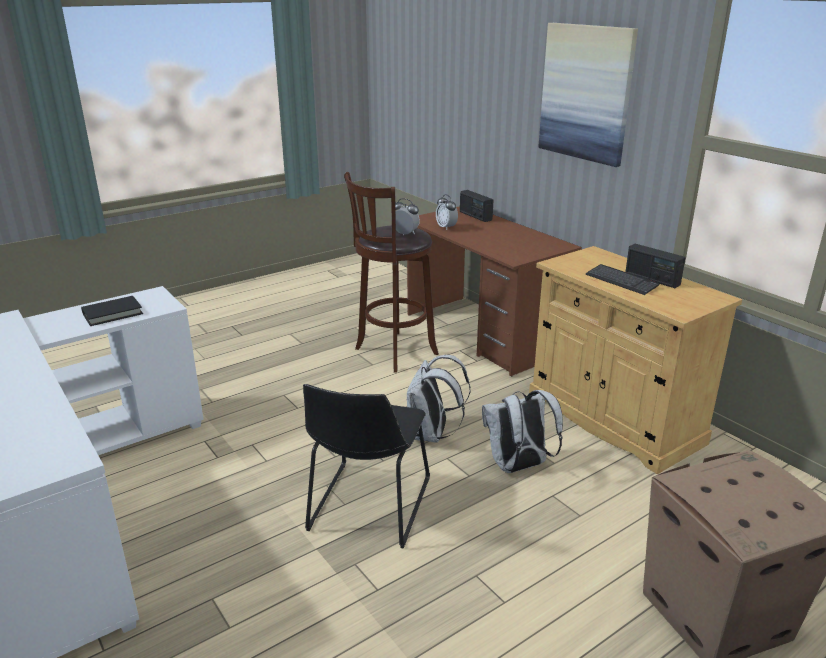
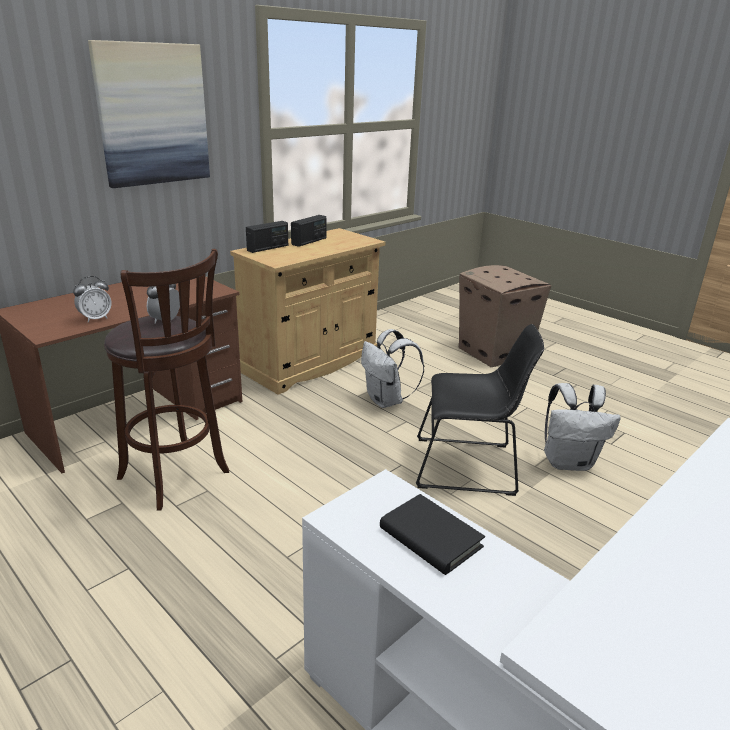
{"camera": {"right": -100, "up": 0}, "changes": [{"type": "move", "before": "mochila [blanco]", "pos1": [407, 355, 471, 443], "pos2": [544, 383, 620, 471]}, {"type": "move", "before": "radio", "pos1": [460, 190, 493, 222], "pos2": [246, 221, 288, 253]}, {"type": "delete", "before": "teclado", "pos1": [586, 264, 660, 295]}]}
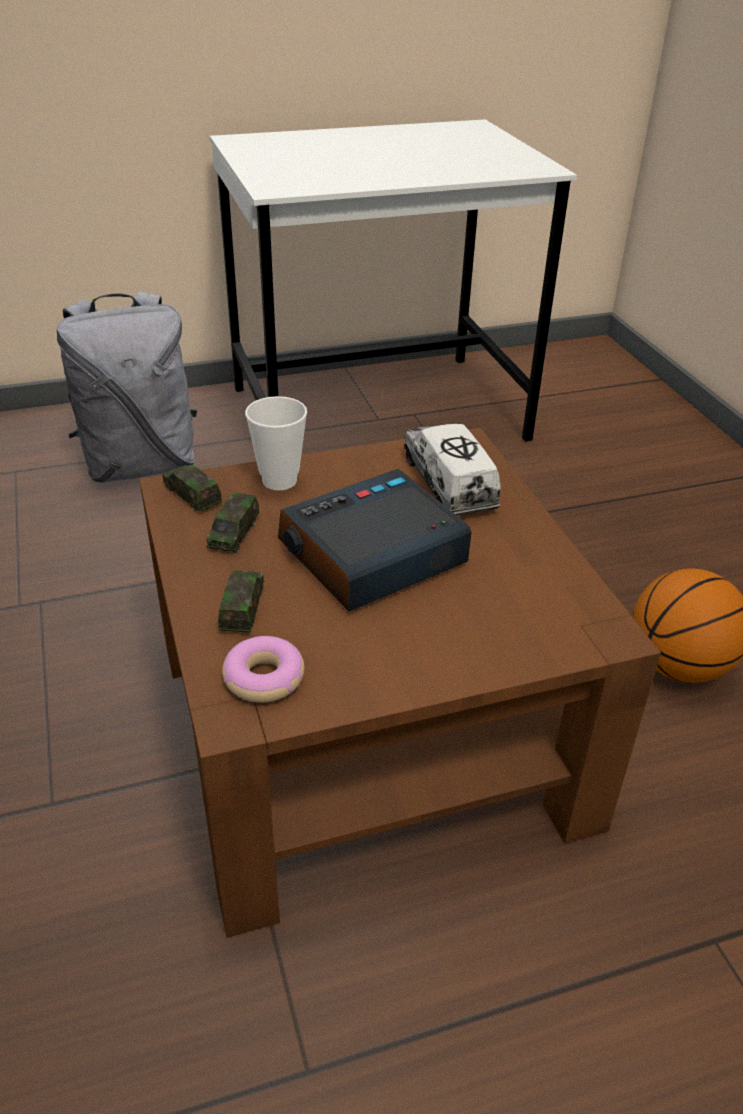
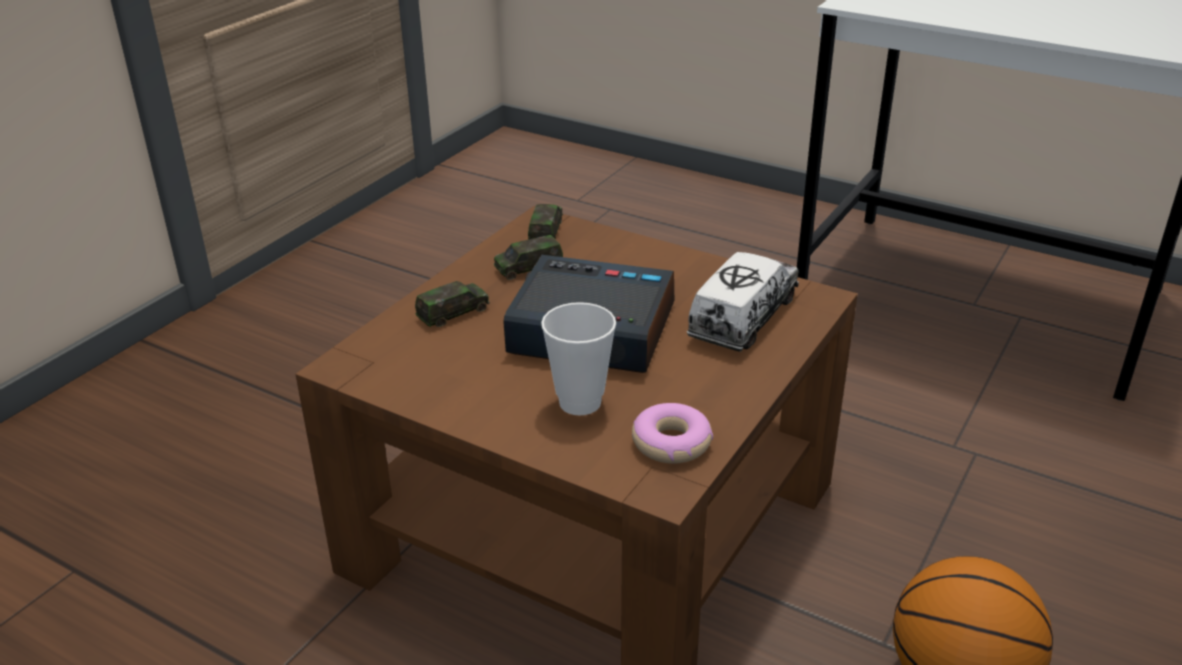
{"camera": {"right": 50, "up": -5}, "changes": [{"type": "delete", "before": "mochila [gris]", "pos1": [57, 291, 197, 483]}, {"type": "move", "before": "rosquilla", "pos1": [222, 636, 305, 703], "pos2": [632, 403, 713, 464]}, {"type": "move", "before": "taza", "pos1": [245, 396, 307, 490], "pos2": [541, 302, 616, 415]}]}
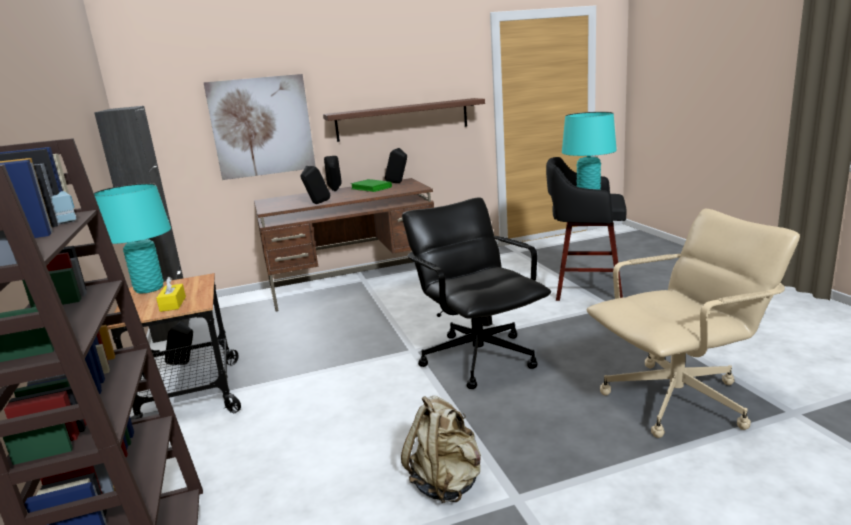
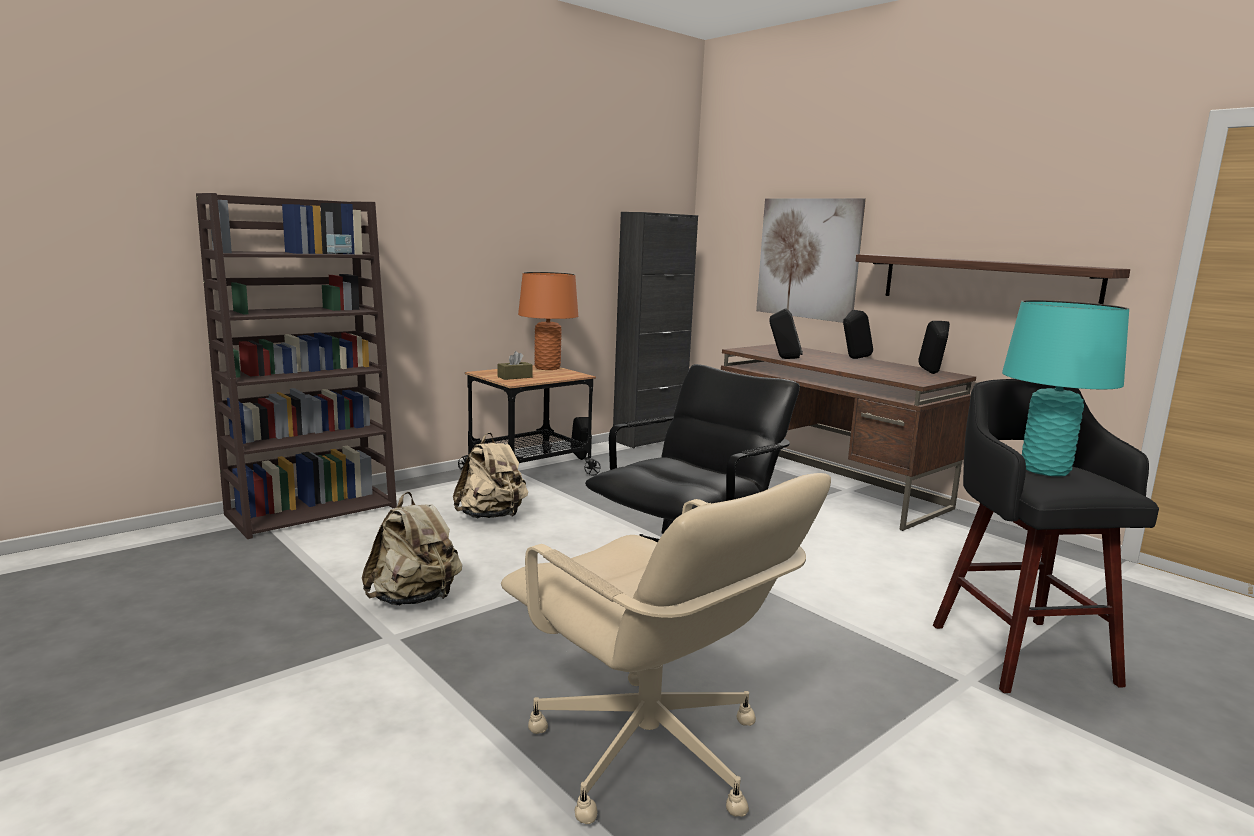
{"camera": {"right": 65, "up": -5}, "changes": [{"type": "recolor", "before": "lámpara de mesa [turquesa]", "after": "lámpara de mesa [naranja]", "pos1": [94, 183, 171, 293], "pos2": [518, 272, 578, 370]}, {"type": "recolor", "before": "caja de pañuelos [amarillo]", "after": "caja de pañuelos [marrón]", "pos1": [156, 277, 186, 312], "pos2": [498, 351, 533, 380]}, {"type": "delete", "before": "libro [verde]", "pos1": [351, 179, 392, 192]}, {"type": "insert", "after": "mochila [beis]", "pos2": [453, 433, 528, 518]}]}
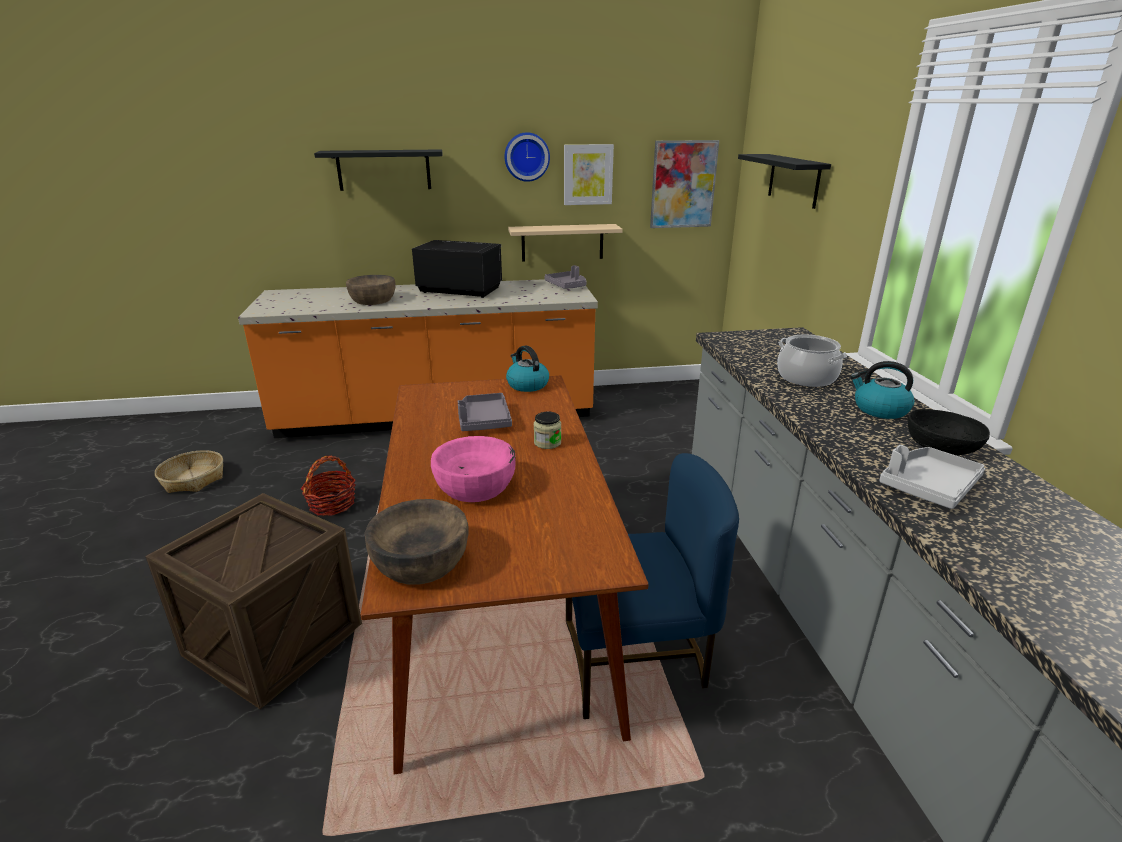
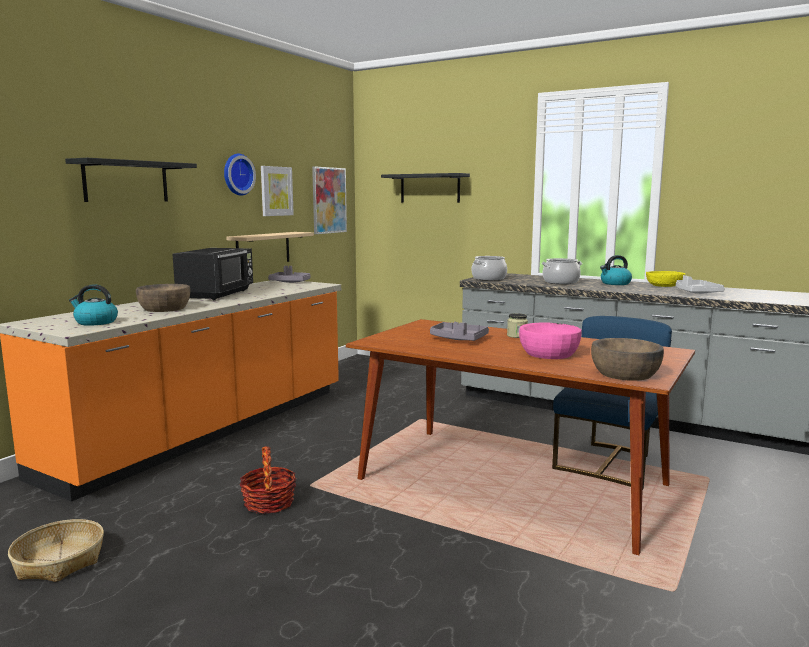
{"camera": {"right": -50, "up": -15}, "changes": [{"type": "delete", "before": "caja de embalaje", "pos1": [145, 493, 362, 709]}, {"type": "rotate", "before": "microondas [negro]", "pos1": [412, 240, 502, 298], "pos2": [173, 248, 253, 300], "turn": 135}, {"type": "move", "before": "hervidor", "pos1": [506, 346, 549, 392], "pos2": [69, 284, 118, 326]}, {"type": "recolor", "before": "cuenco [negro]", "after": "cuenco [amarillo]", "pos1": [907, 409, 990, 455], "pos2": [646, 271, 686, 287]}, {"type": "insert", "after": "olla", "pos2": [472, 256, 507, 281]}]}
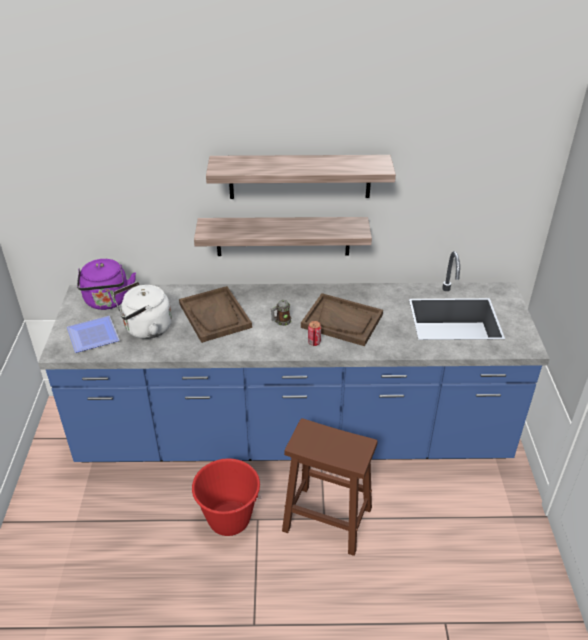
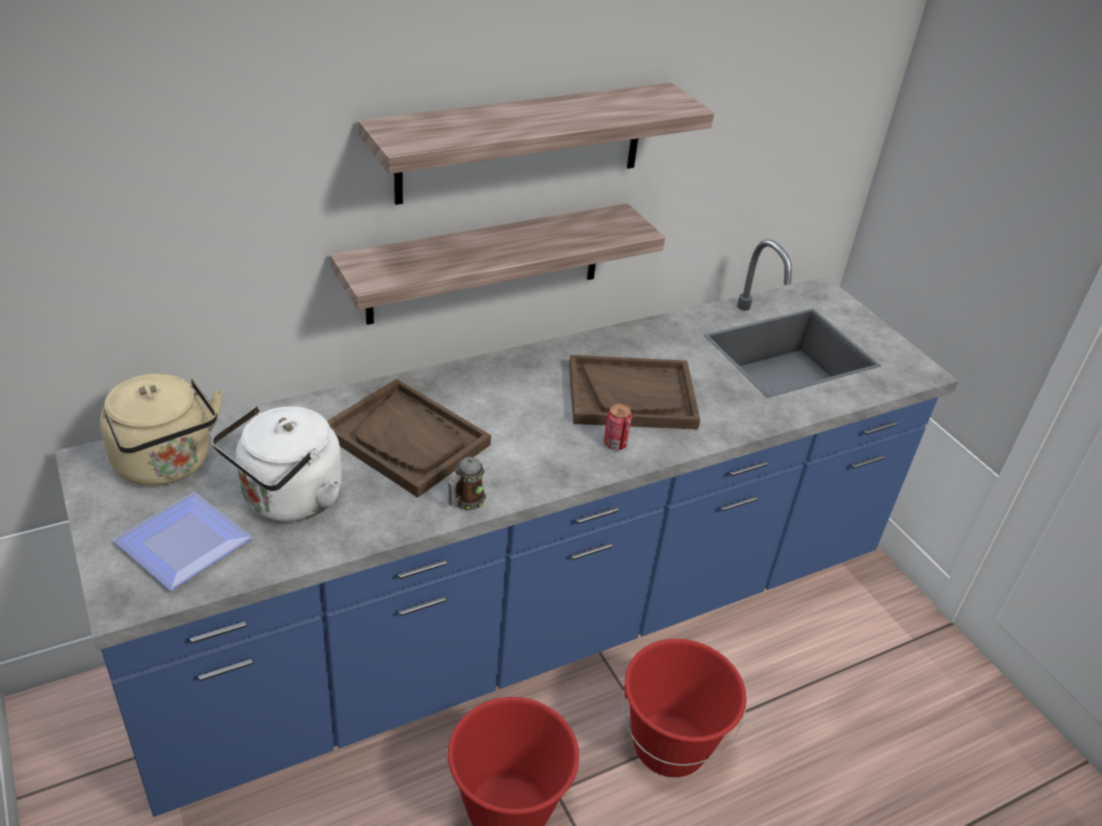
{"camera": {"right": -30, "up": 0}, "changes": [{"type": "recolor", "before": "hervidor [morado]", "after": "hervidor [beis]", "pos1": [77, 259, 136, 310], "pos2": [100, 374, 223, 486]}, {"type": "move", "before": "taza grande", "pos1": [271, 300, 292, 326], "pos2": [448, 457, 487, 510]}, {"type": "replace", "before": "taburete [marrón]", "after": "cubo [rojo]", "pos1": [282, 418, 378, 556], "pos2": [622, 639, 747, 777]}]}
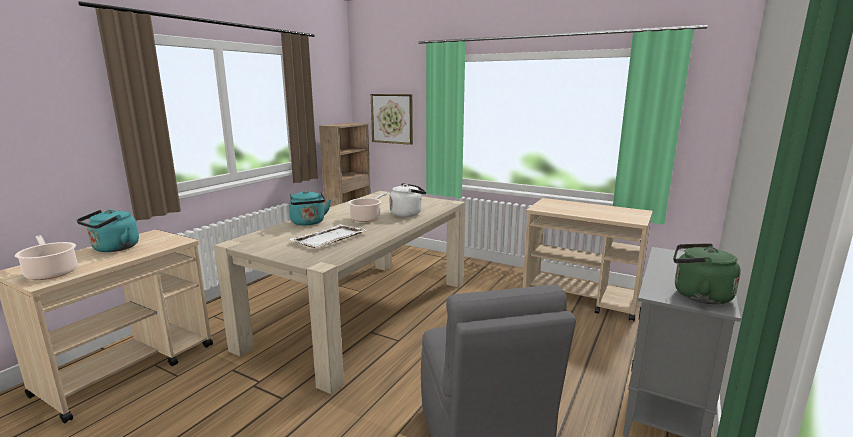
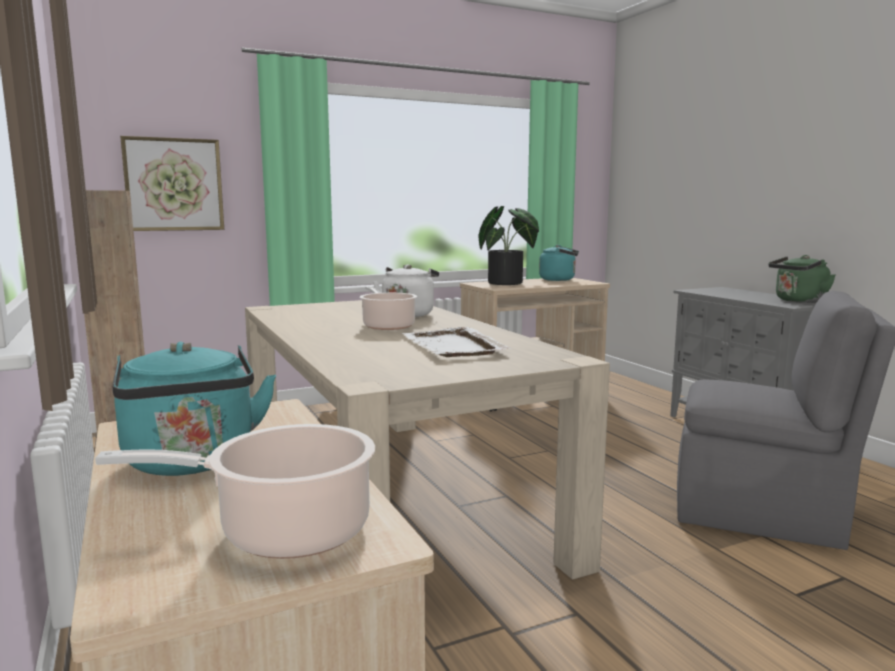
{"camera": {"right": -55, "up": -5}, "changes": [{"type": "move", "before": "hervidor [turquesa]", "pos1": [289, 190, 331, 226], "pos2": [539, 245, 579, 281]}, {"type": "insert", "after": "planta en maceta", "pos2": [478, 206, 539, 285]}]}
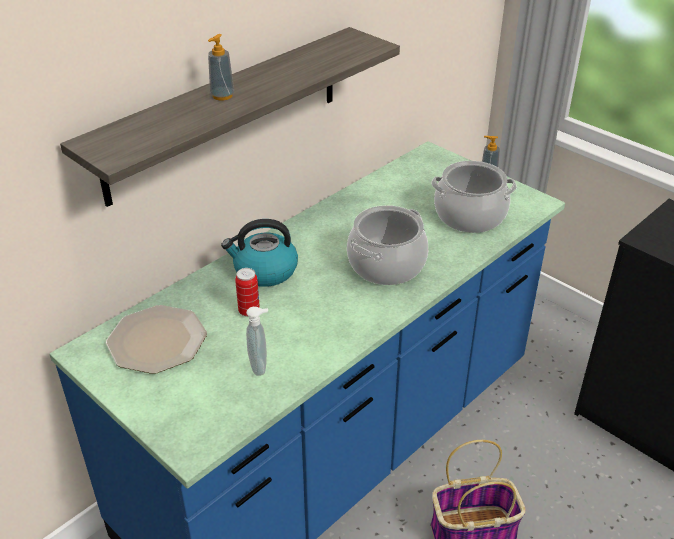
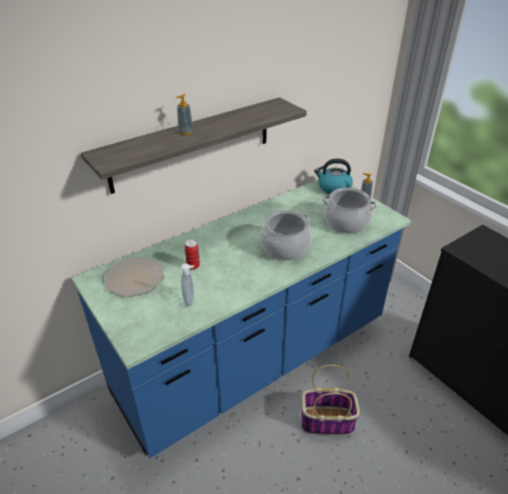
{"camera": {"right": 10, "up": 0}, "changes": [{"type": "move", "before": "hervidor", "pos1": [221, 219, 298, 287], "pos2": [314, 158, 353, 194]}]}
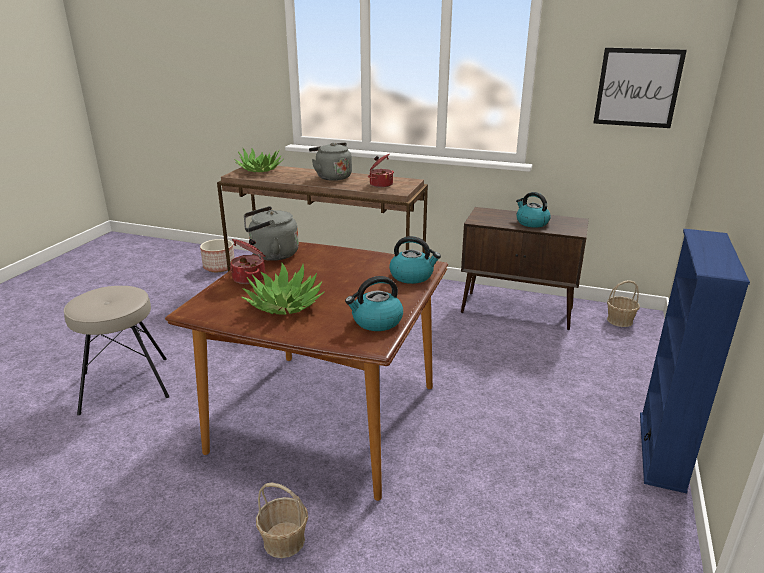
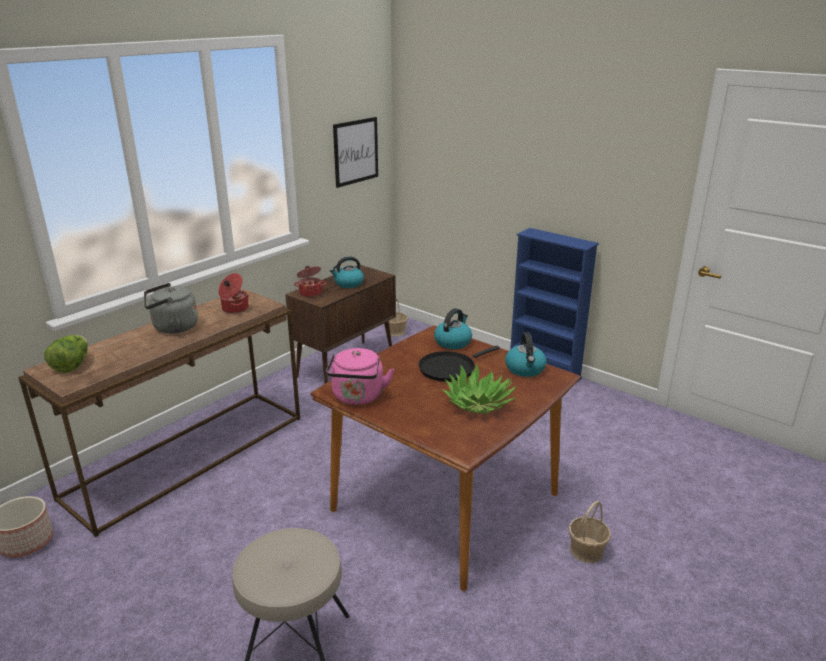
{"camera": {"right": -70, "up": 0}, "changes": [{"type": "move", "before": "olla", "pos1": [229, 239, 265, 284], "pos2": [294, 266, 326, 297]}, {"type": "replace", "before": "planta en maceta", "after": "lechuga", "pos1": [234, 147, 284, 172], "pos2": [44, 335, 88, 373]}, {"type": "recolor", "before": "hervidor [gris]", "after": "hervidor [rosa]", "pos1": [244, 206, 299, 261], "pos2": [326, 348, 394, 405]}, {"type": "insert", "after": "sartén [negro]", "pos2": [419, 346, 500, 382]}]}
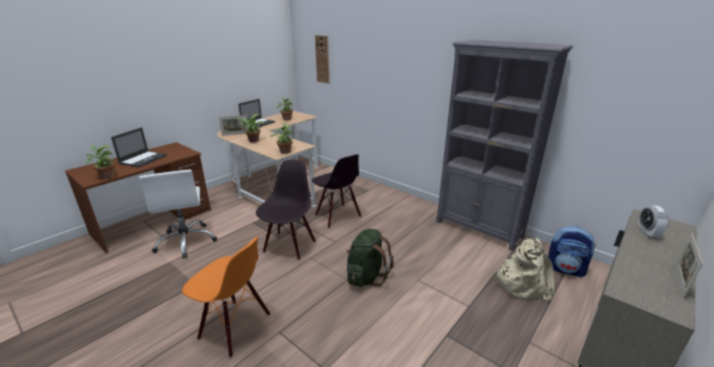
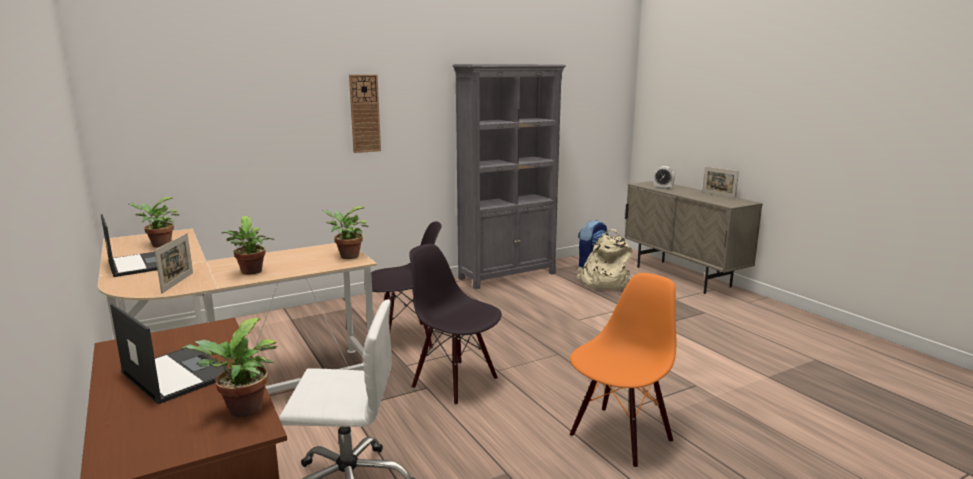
{"camera": {"right": -70, "up": -10}, "changes": [{"type": "move", "before": "reloj de pared", "pos1": [315, 35, 329, 84], "pos2": [349, 74, 381, 153]}, {"type": "delete", "before": "mochila [verde]", "pos1": [346, 229, 394, 287]}]}
